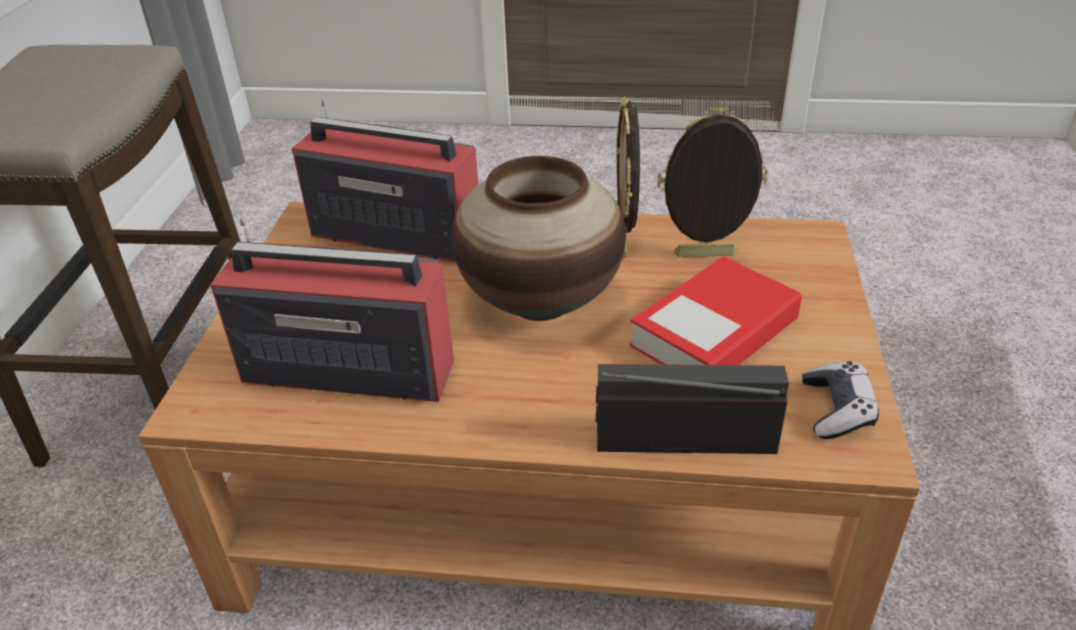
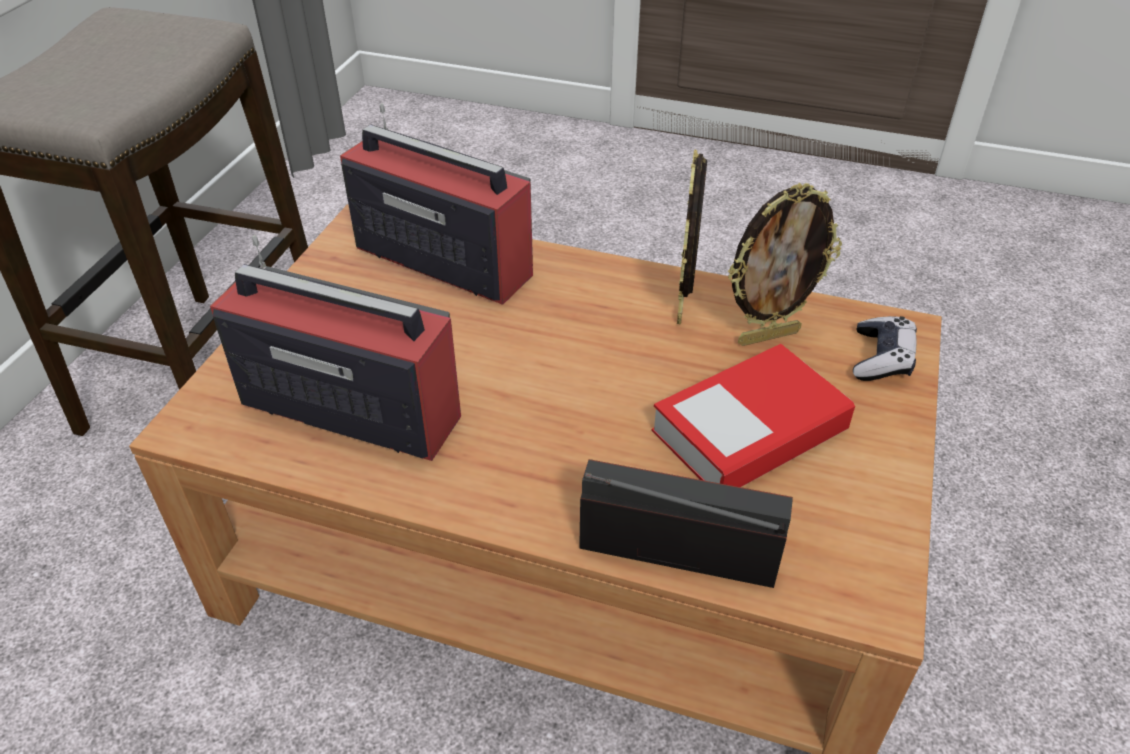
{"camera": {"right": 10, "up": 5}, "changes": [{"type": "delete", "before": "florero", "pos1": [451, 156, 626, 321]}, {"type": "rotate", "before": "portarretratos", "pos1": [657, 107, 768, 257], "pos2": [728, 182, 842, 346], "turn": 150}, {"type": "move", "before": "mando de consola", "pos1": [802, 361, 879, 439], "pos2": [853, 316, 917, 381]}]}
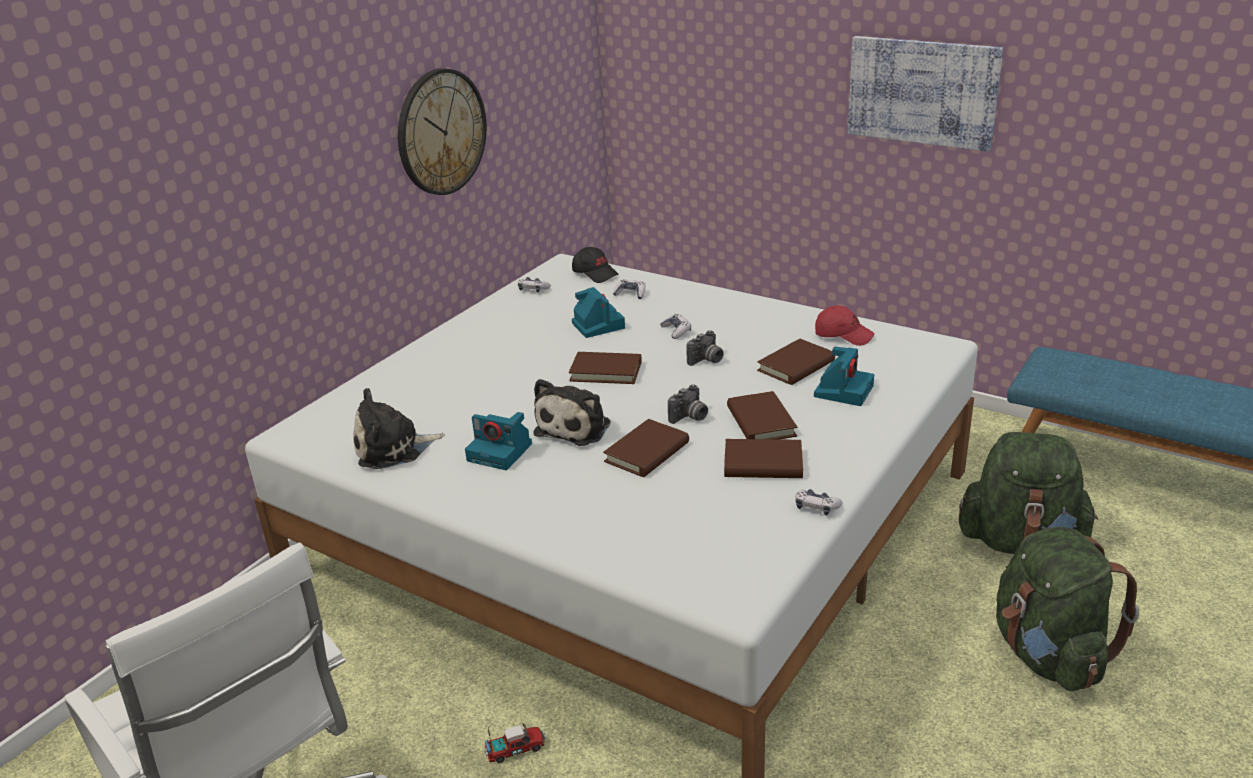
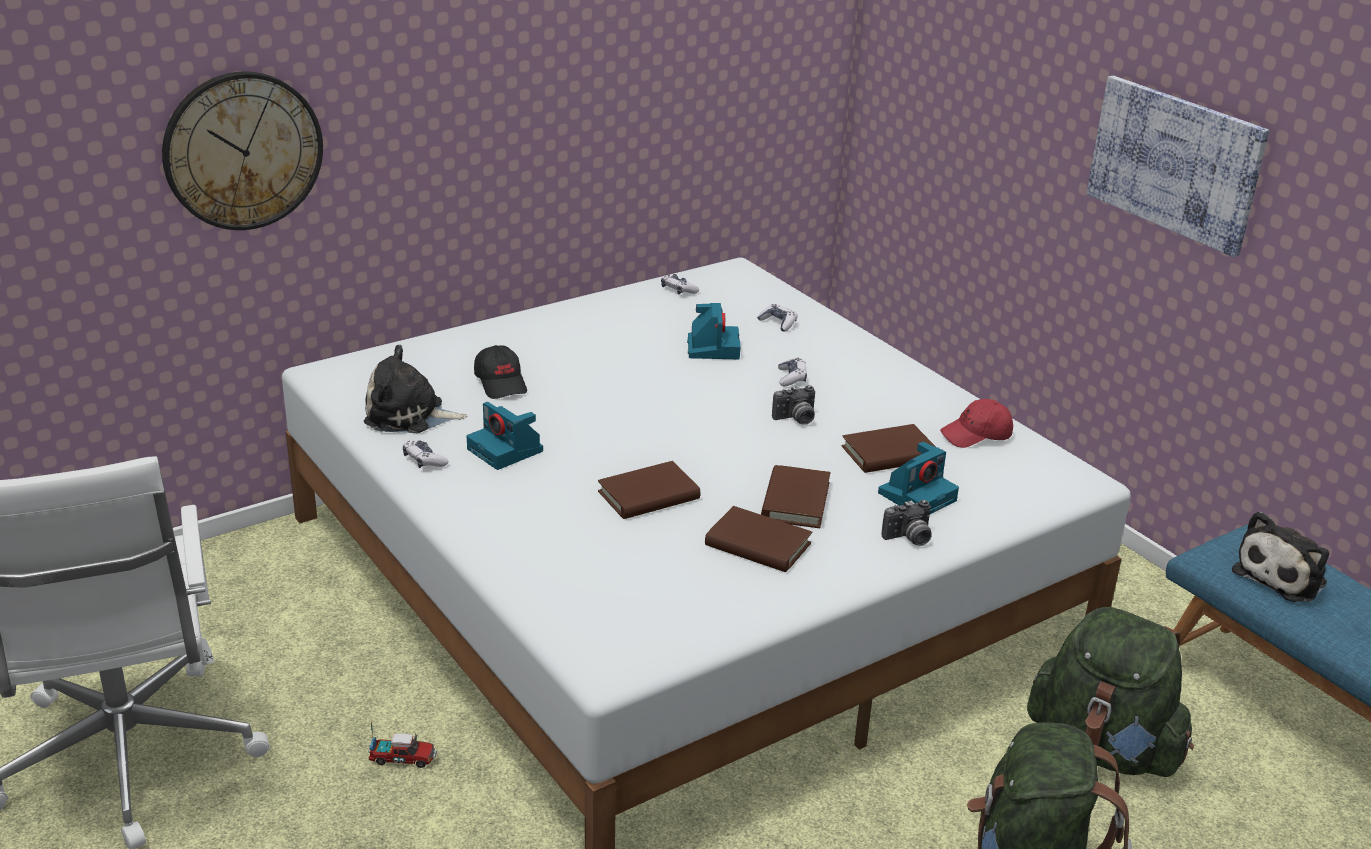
{"camera": {"right": 20, "up": 0}, "changes": [{"type": "move", "before": "reloj de pared", "pos1": [398, 68, 487, 195], "pos2": [162, 71, 323, 230]}, {"type": "move", "before": "peluche", "pos1": [534, 379, 610, 446], "pos2": [1232, 511, 1329, 602]}, {"type": "delete", "before": "libro [marrón]", "pos1": [569, 352, 642, 384]}, {"type": "move", "before": "gorra [negro]", "pos1": [572, 247, 619, 283], "pos2": [474, 345, 527, 399]}, {"type": "move", "before": "cámara", "pos1": [668, 384, 708, 424], "pos2": [881, 500, 932, 546]}, {"type": "move", "before": "mando de consola", "pos1": [795, 489, 843, 515], "pos2": [403, 440, 449, 468]}, {"type": "rotate", "before": "gorra [rojo]", "pos1": [815, 306, 874, 346], "pos2": [940, 399, 1013, 448], "turn": 120}]}
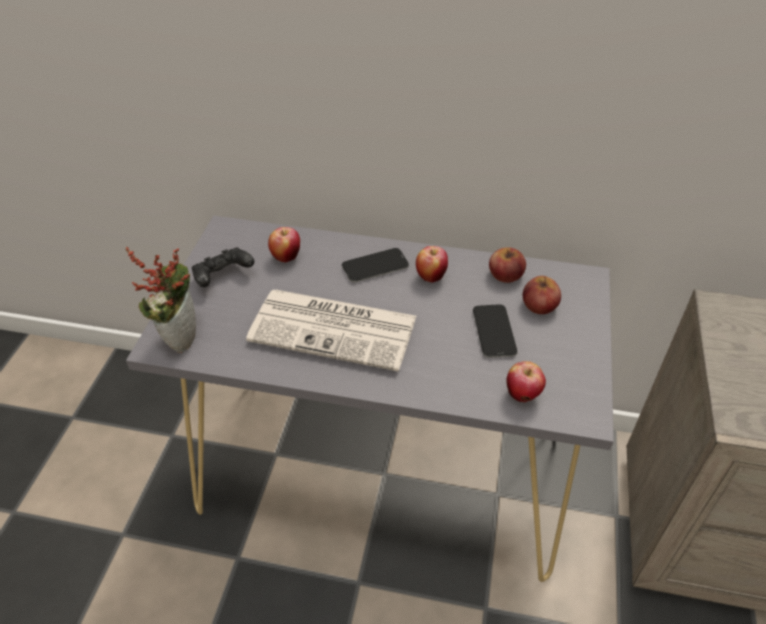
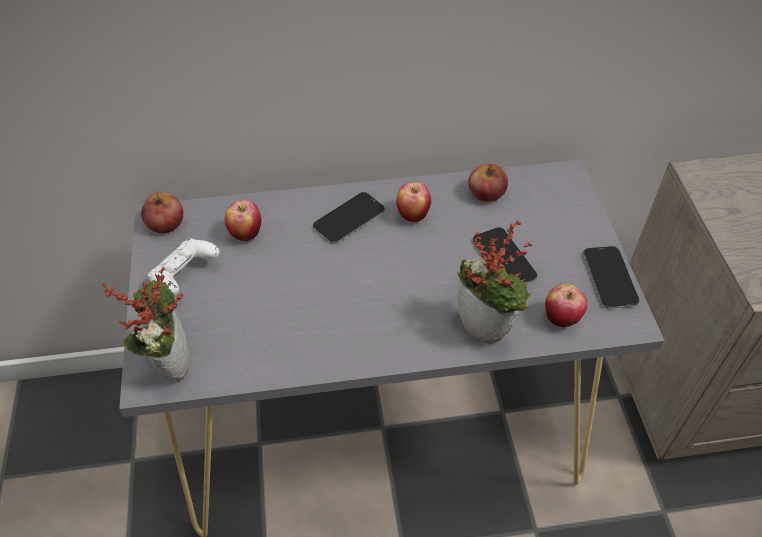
{"camera": {"right": -20, "up": 5}, "changes": [{"type": "recolor", "before": "mando de consola [negro]", "after": "mando de consola [blanco]", "pos1": [192, 247, 254, 287], "pos2": [148, 238, 220, 296]}, {"type": "delete", "before": "periódico", "pos1": [246, 290, 417, 371]}, {"type": "move", "before": "manzana", "pos1": [523, 276, 561, 314], "pos2": [141, 192, 183, 233]}, {"type": "insert", "after": "planta en maceta", "pos2": [457, 220, 532, 344]}, {"type": "insert", "after": "móvil", "pos2": [583, 246, 639, 309]}]}
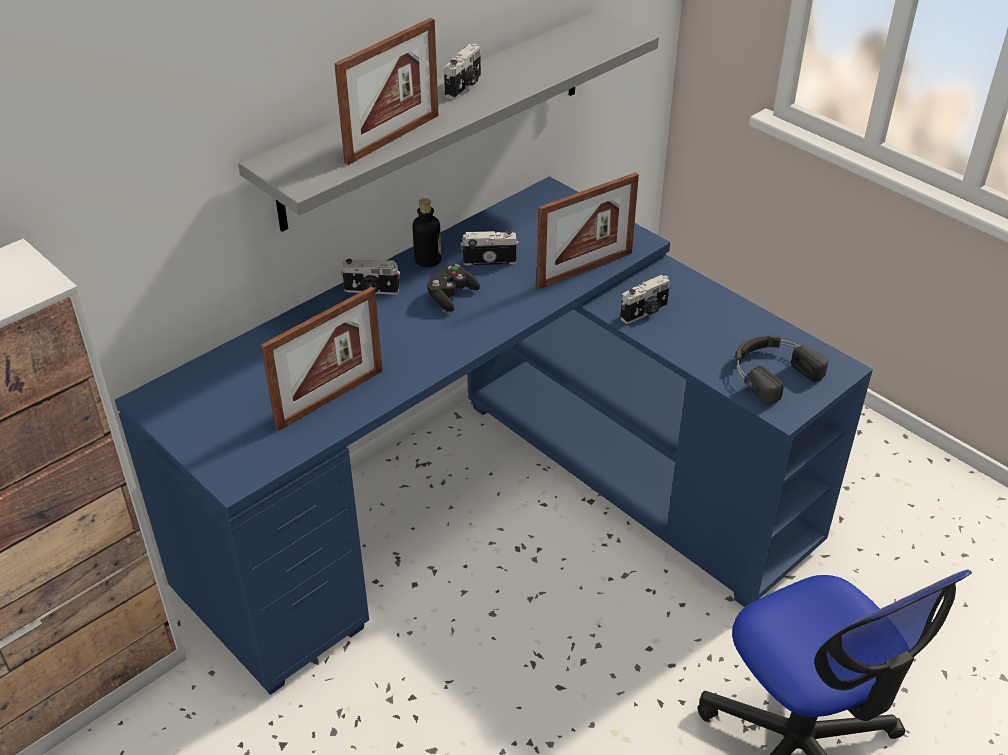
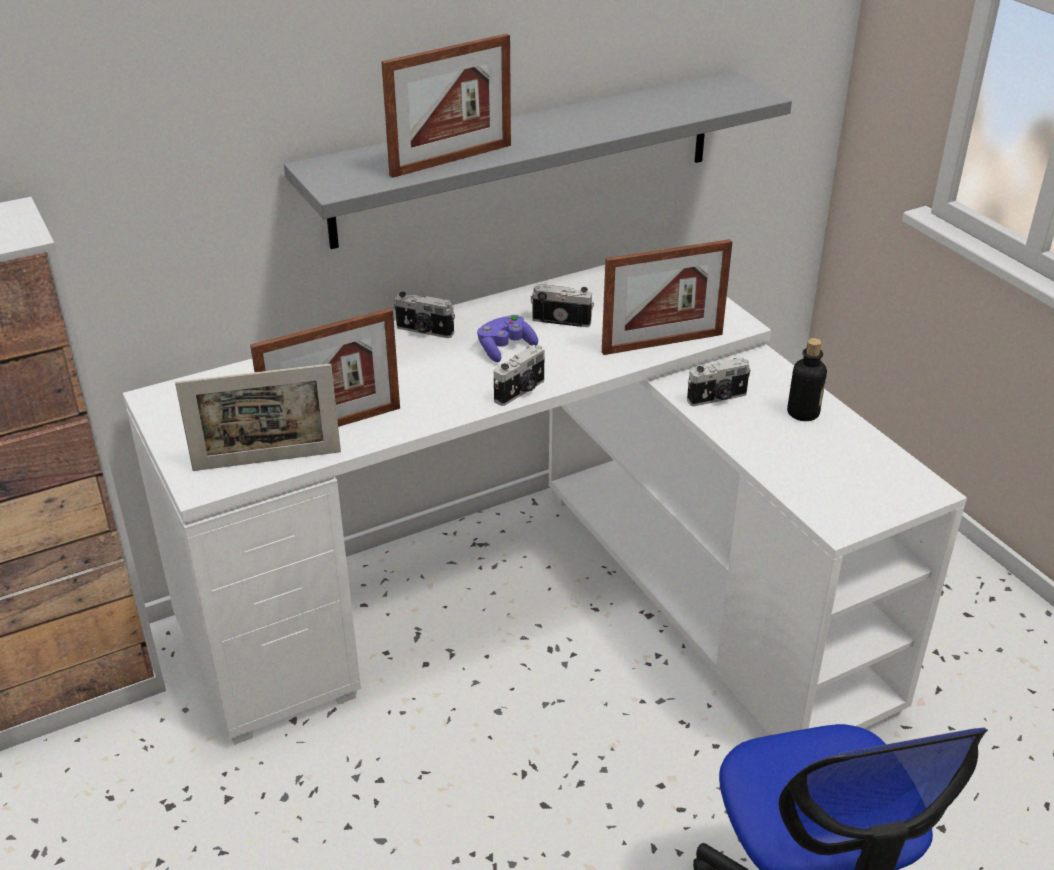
{"camera": {"right": 15, "up": -5}, "changes": [{"type": "recolor", "before": "escritorio [azul]", "after": "escritorio [blanco]", "pos1": [115, 176, 873, 695], "pos2": [123, 265, 967, 745]}, {"type": "move", "before": "botella", "pos1": [412, 198, 441, 267], "pos2": [787, 338, 827, 421]}, {"type": "recolor", "before": "mando de consola [negro]", "after": "mando de consola [morado]", "pos1": [427, 264, 480, 312], "pos2": [477, 315, 538, 362]}, {"type": "move", "before": "cámara", "pos1": [444, 44, 481, 100], "pos2": [494, 345, 544, 406]}, {"type": "delete", "before": "auriculares [negro]", "pos1": [735, 335, 828, 404]}, {"type": "insert", "after": "portarretratos", "pos2": [175, 364, 341, 471]}]}
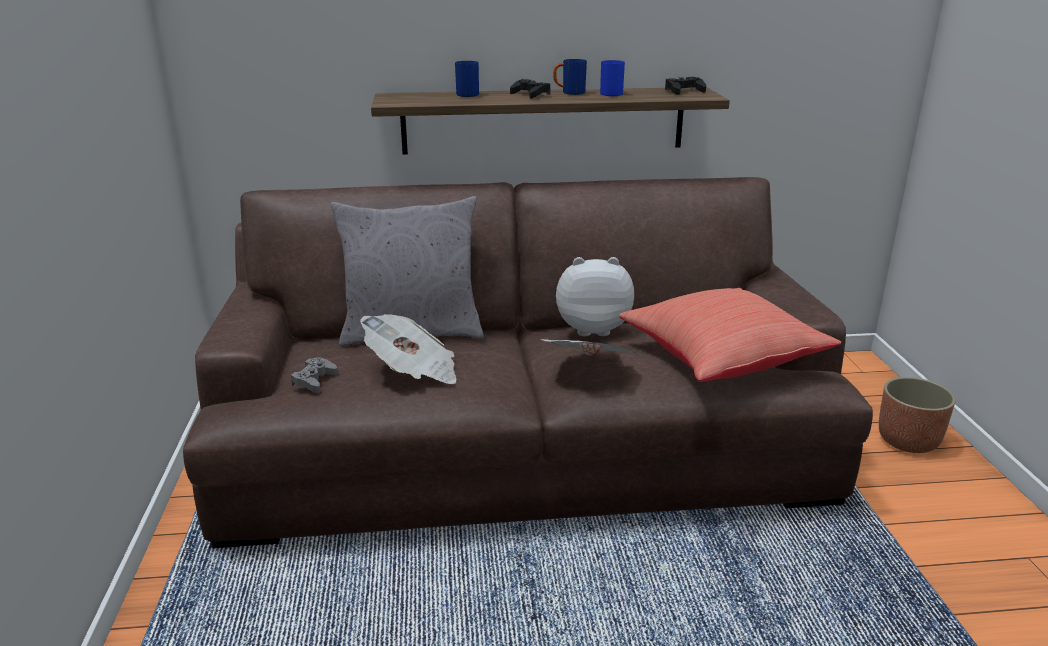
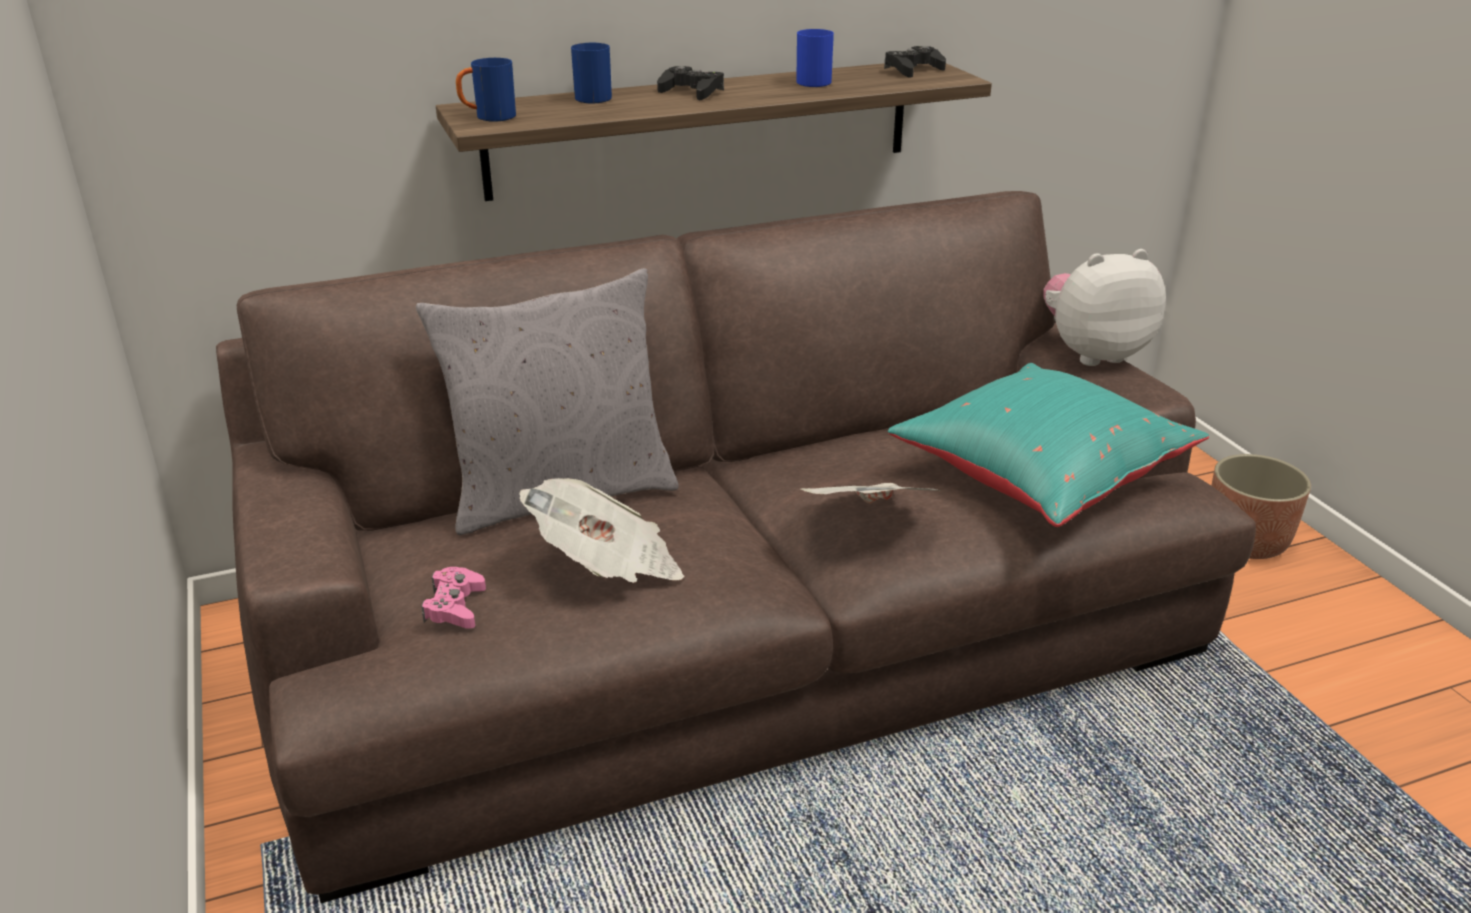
{"camera": {"right": -15, "up": 5}, "changes": [{"type": "recolor", "before": "mando de consola [gris]", "after": "mando de consola [rosa]", "pos1": [291, 357, 338, 393], "pos2": [421, 567, 486, 629]}, {"type": "move", "before": "taza grande [azul]", "pos1": [553, 59, 587, 95], "pos2": [456, 58, 516, 122]}, {"type": "move", "before": "peluche", "pos1": [556, 257, 634, 336], "pos2": [1043, 249, 1166, 366]}, {"type": "recolor", "before": "cojín [rojo]", "after": "cojín [turquesa]", "pos1": [619, 288, 841, 382], "pos2": [888, 363, 1209, 527]}]}
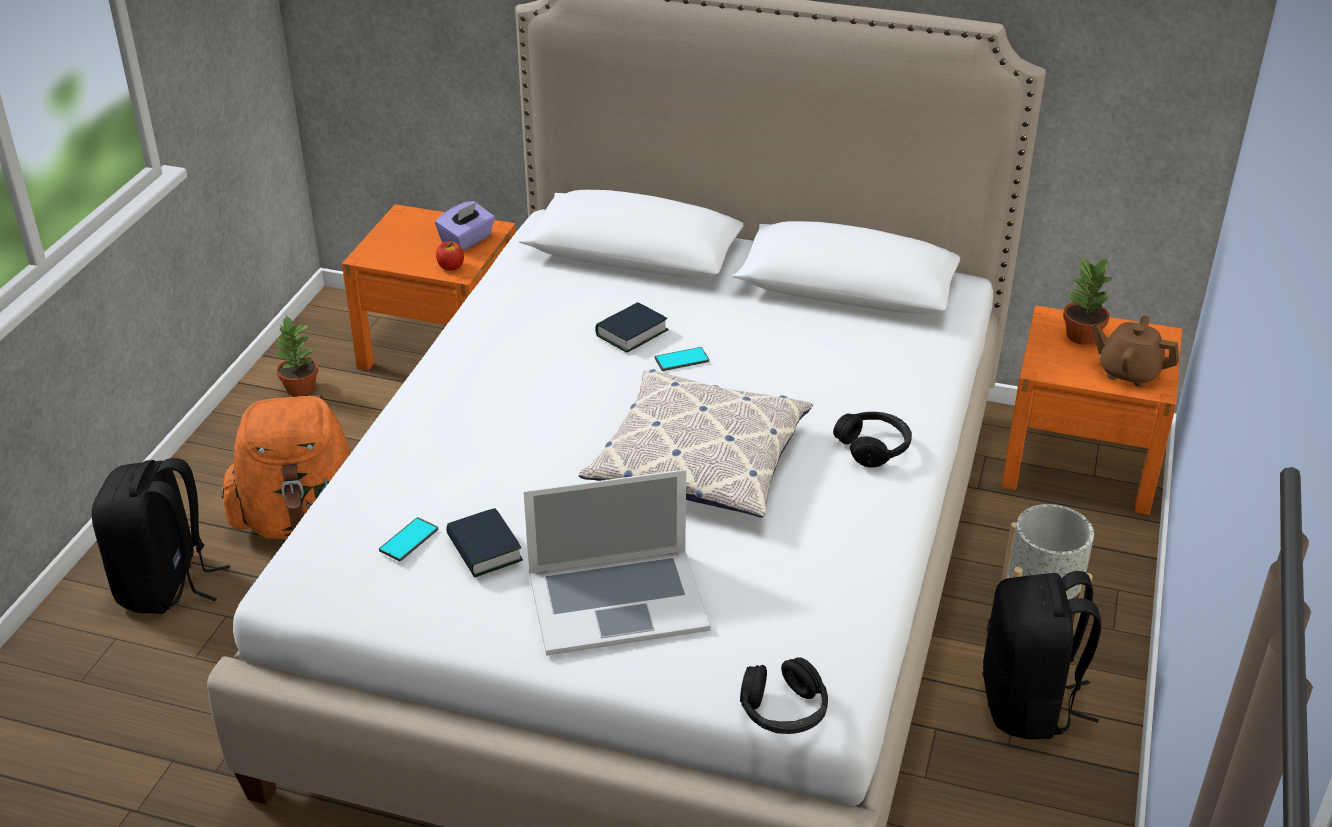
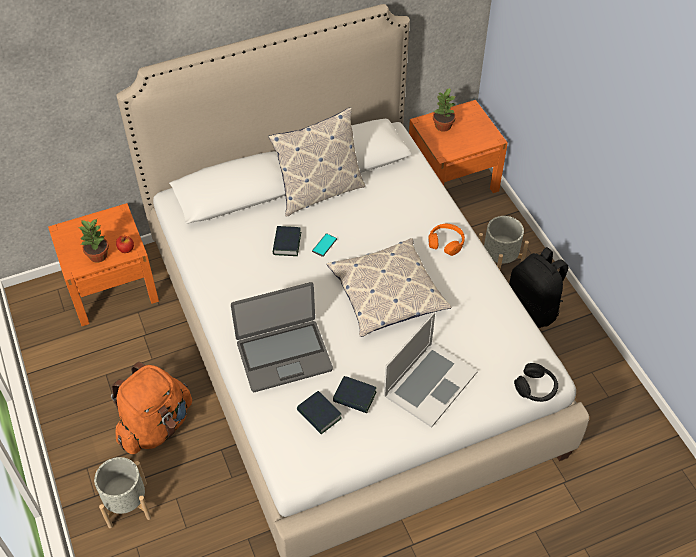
{"camera": {"right": -40, "up": 15}, "changes": [{"type": "replace", "before": "mochila [negro]", "after": "maceta [gris]", "pos1": [92, 458, 230, 614], "pos2": [94, 457, 151, 528]}, {"type": "move", "before": "planta en maceta", "pos1": [274, 315, 318, 396], "pos2": [79, 219, 109, 263]}, {"type": "replace", "before": "móvil", "after": "libro", "pos1": [379, 517, 438, 562], "pos2": [297, 391, 342, 434]}, {"type": "delete", "before": "caja de pañuelos [morado]", "pos1": [435, 201, 495, 251]}, {"type": "recolor", "before": "auriculares [negro]", "after": "auriculares [naranja]", "pos1": [833, 412, 912, 468], "pos2": [428, 223, 465, 256]}, {"type": "delete", "before": "tetera [marrón]", "pos1": [1091, 315, 1179, 387]}, {"type": "insert", "after": "portátil", "pos2": [231, 282, 333, 392]}, {"type": "insert", "after": "cojín", "pos2": [268, 107, 365, 217]}]}
